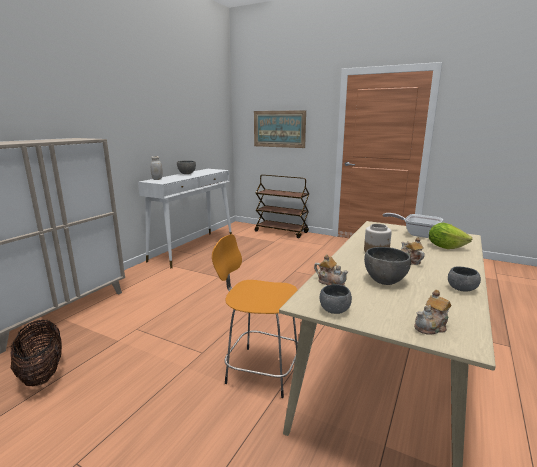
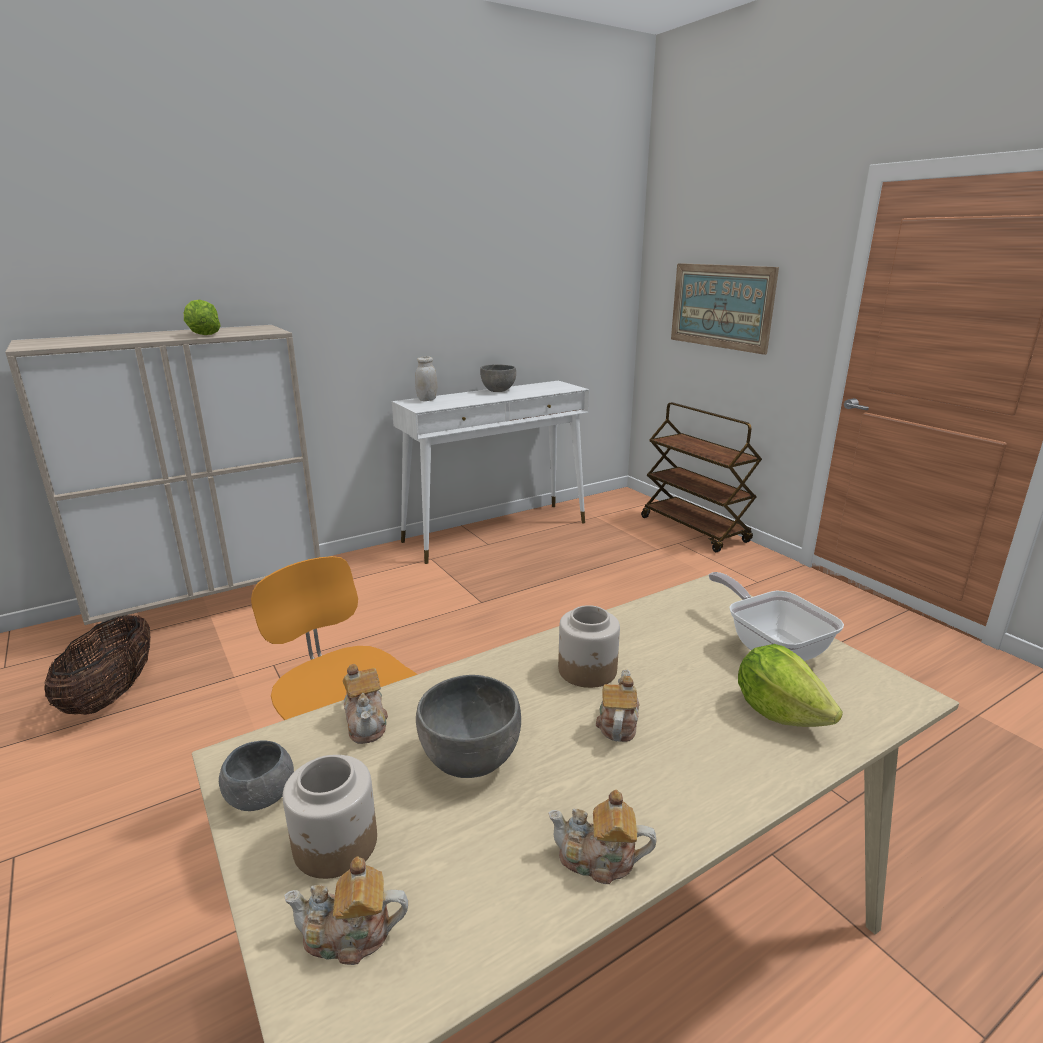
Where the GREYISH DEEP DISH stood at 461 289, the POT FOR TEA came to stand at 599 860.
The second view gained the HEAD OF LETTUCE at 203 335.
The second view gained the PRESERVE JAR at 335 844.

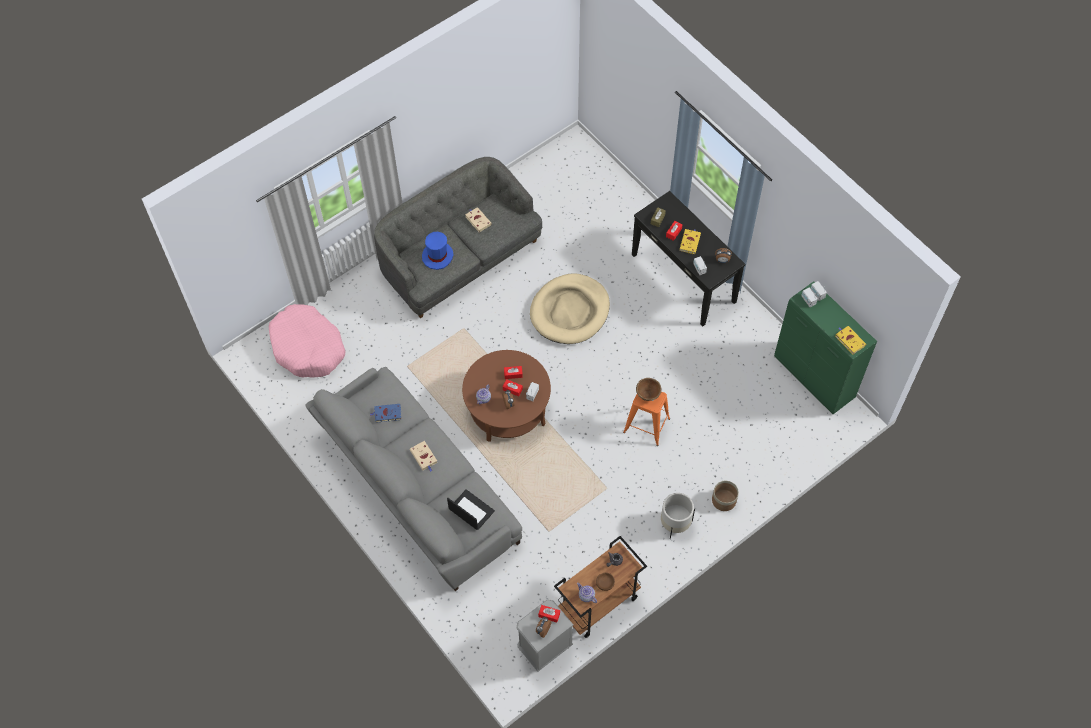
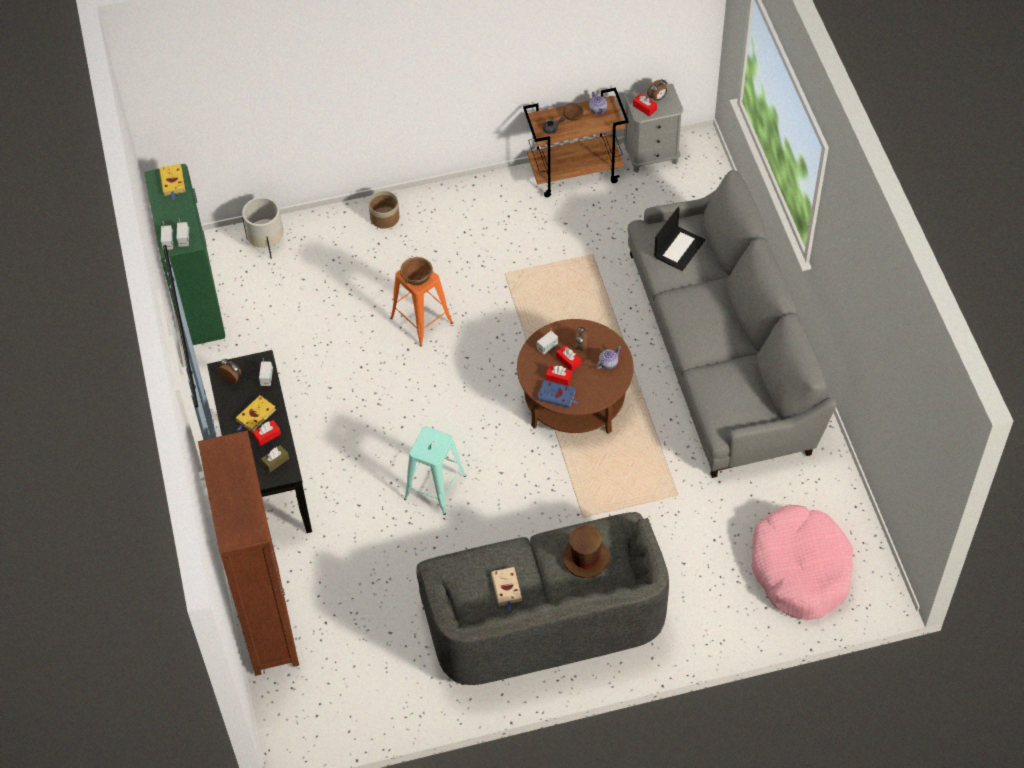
The BLUE-COLOURED BOUND BOOK ended up elsewhere, having gone from 387 414 to 557 396.
The second view lost the BEIGE BOUND BOOK at 424 457.
What was the BLUE-COLOURED CLOTHING HAT at 437 256 turned into the BROWN-COLOURED CLOTHING HAT at 585 558.
The NOTEBOOK COMPUTER at 470 510 ended up facing another way, 120 degrees counterclockwise from before.
Where the BEIGE DOG BED stood at 570 311, the BLUE-GREEN STOOL came to stand at 435 487.
The WHITE-COLOURED PLANTER ended up elsewhere, having gone from 675 523 to 266 242.
The second view gained the BROWN-COLOURED SHELVING UNIT at 266 619.

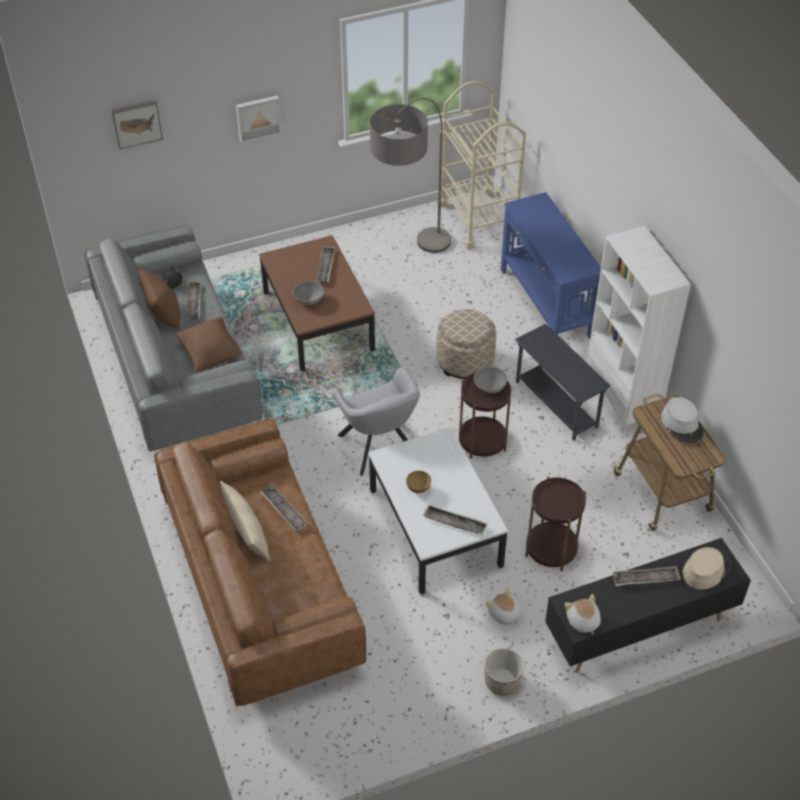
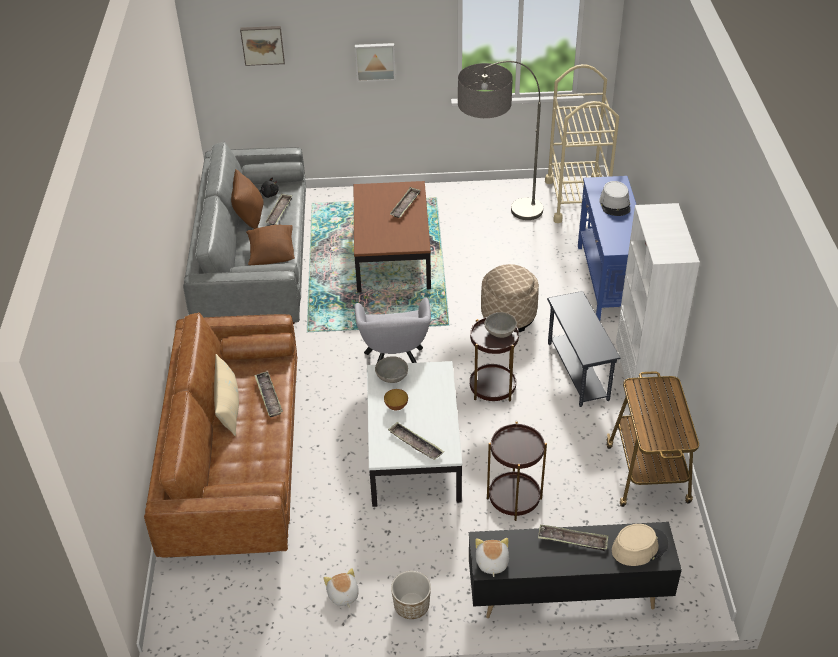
The GREYISH DEEP DISH ended up elsewhere, having gone from 309 300 to 392 377.
The PLUSH TOY ended up elsewhere, having gone from 504 614 to 342 595.
The GREYISH CLOTHING HAT ended up elsewhere, having gone from 682 424 to 615 204.

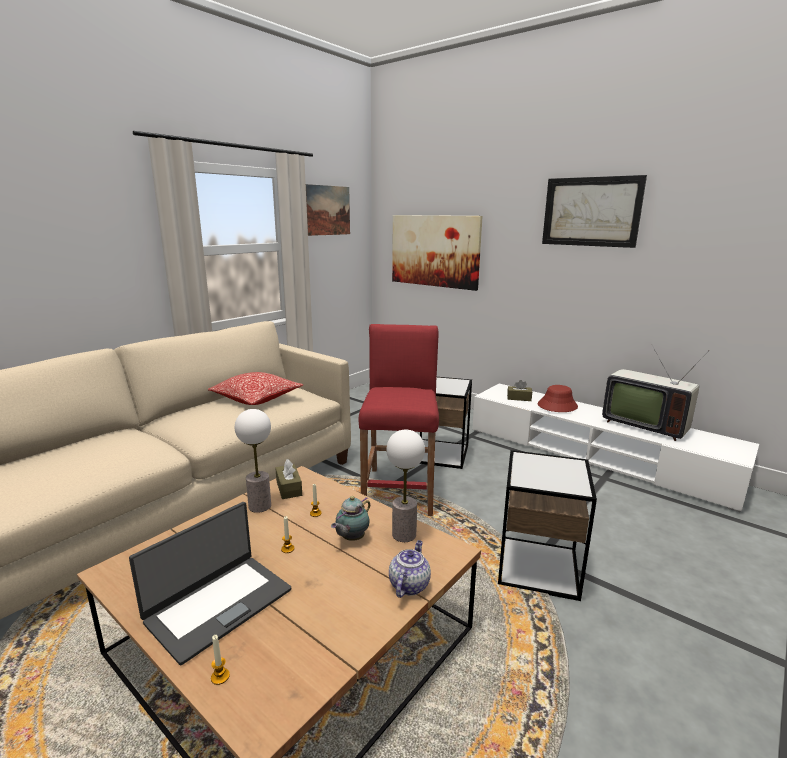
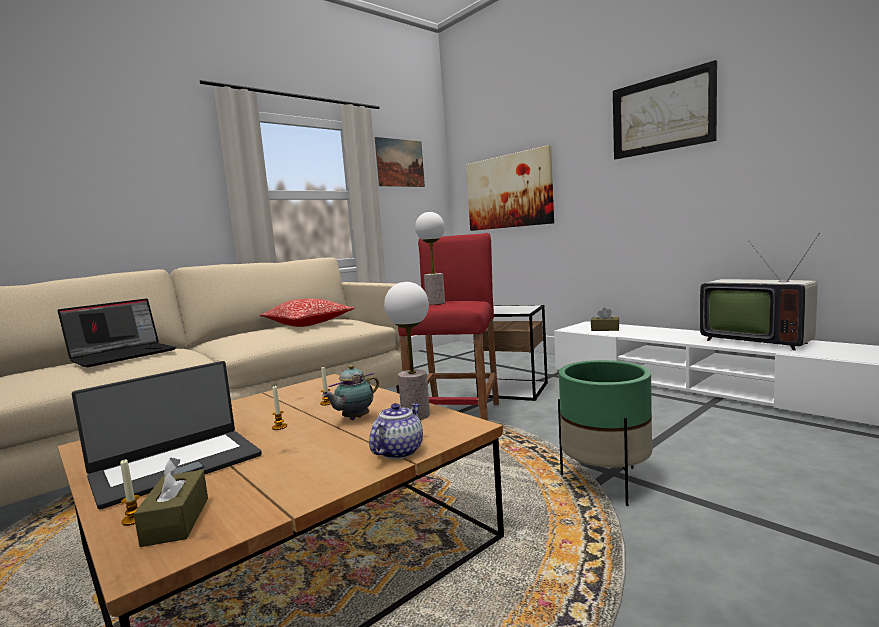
The TABLETOP LAMP ended up elsewhere, having gone from 260 506 to 435 303.
The BROWN-COLOURED BOX OF TISSUES ended up elsewhere, having gone from 289 488 to 176 521.
Where the ACCENT TABLE stood at 538 567, the GREEN PLANTER came to stand at 606 482.
The second view lost the RED CLOTHING HAT at 557 406.
The second view gained the NOTEBOOK COMPUTER at 124 355.

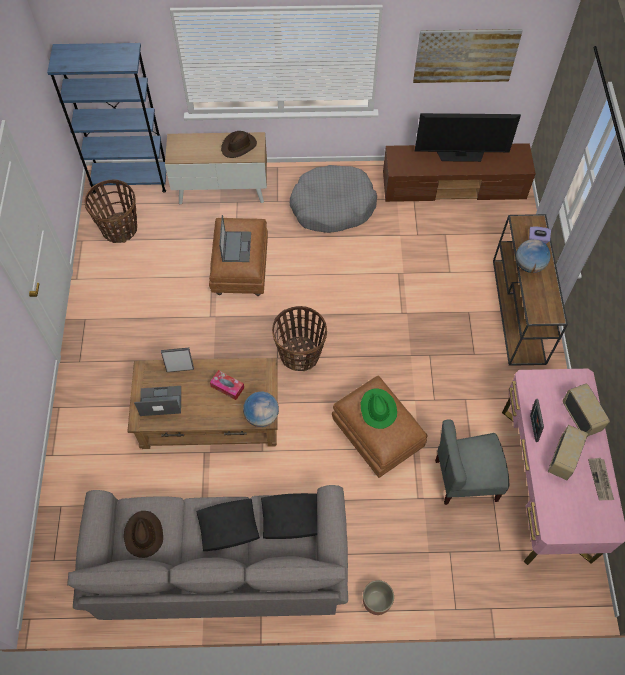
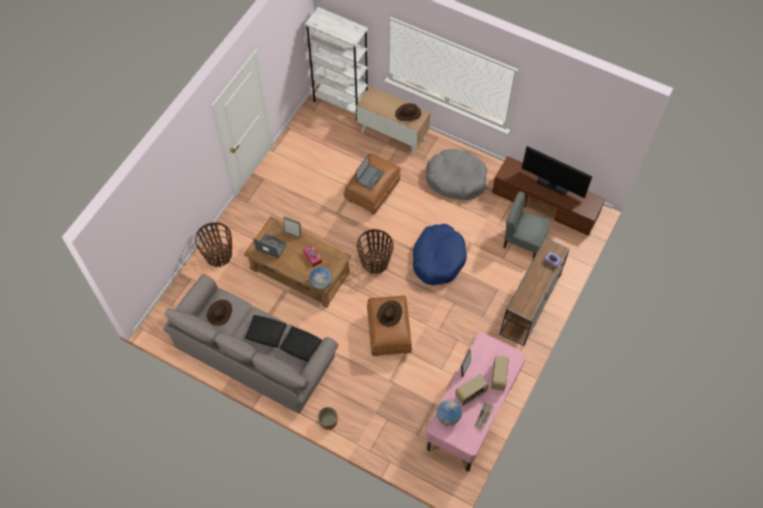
What was the BLUE-COLOURED SHELVING UNIT at 130 180 turned into the WHITE-COLOURED SHELVING UNIT at 340 103.
The STORAGE BASKET ended up elsewhere, having gone from 120 229 to 218 255.
What was the GREEN CLOTHING HAT at 377 409 turned into the BROWN-COLOURED CLOTHING HAT at 389 314.
The second view lost the WALL ART at 465 55.
The GREYISH CHAIR ended up elsewhere, having gone from 465 479 to 523 242.
The DESK GLOBE ended up elsewhere, having gone from 529 265 to 448 416.
The second view gained the BLUE-COLOURED DOG BED at 438 258.

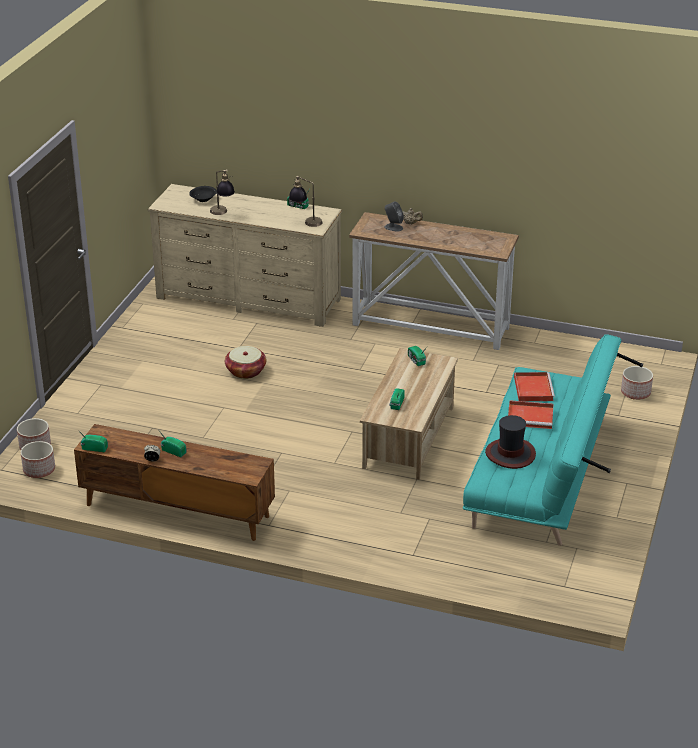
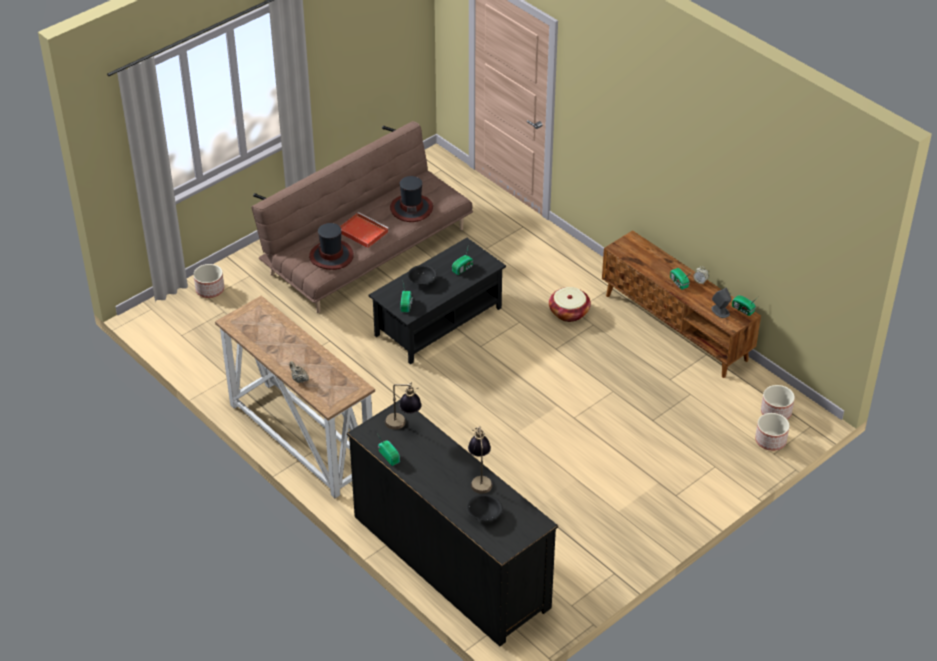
What was the BEIGE DRESSER at 248 299 turned into the BLACKISH DRESSER at 450 561.
The STORAGE BASKET ended up elsewhere, having gone from 245 371 to 569 312.
What was the BEIGE LOW TABLE at 409 437 turned into the BLACKISH LOW TABLE at 438 321.
The GREYISH LOUDSPEAKER ended up elsewhere, having gone from 393 227 to 720 311.
What was the BLUE-GREEN SOFA at 541 472 turned into the BROWN-COLOURED SOFA at 366 252.
Where the RED SERVING TRAY stood at 533 388, the CLOTHING HAT came to stand at 331 256.
The second view gained the BLACKISH DEEP DISH at 422 281.

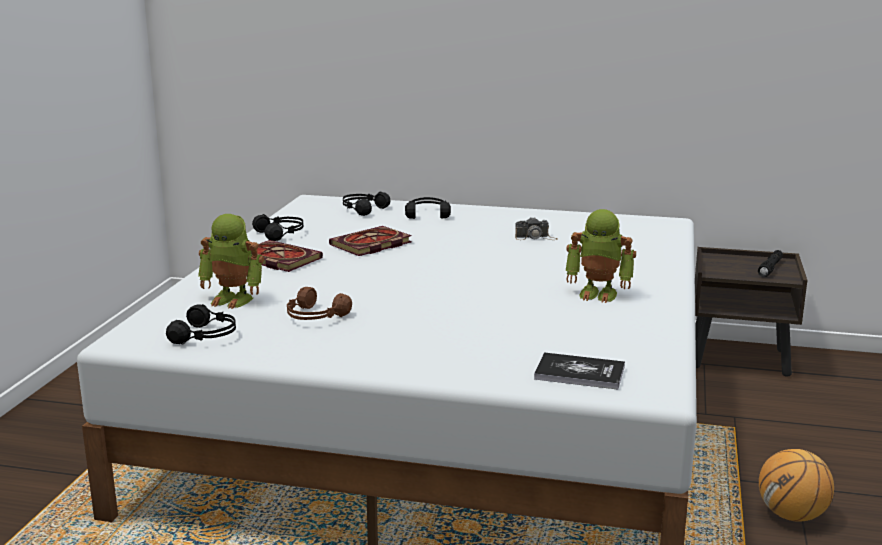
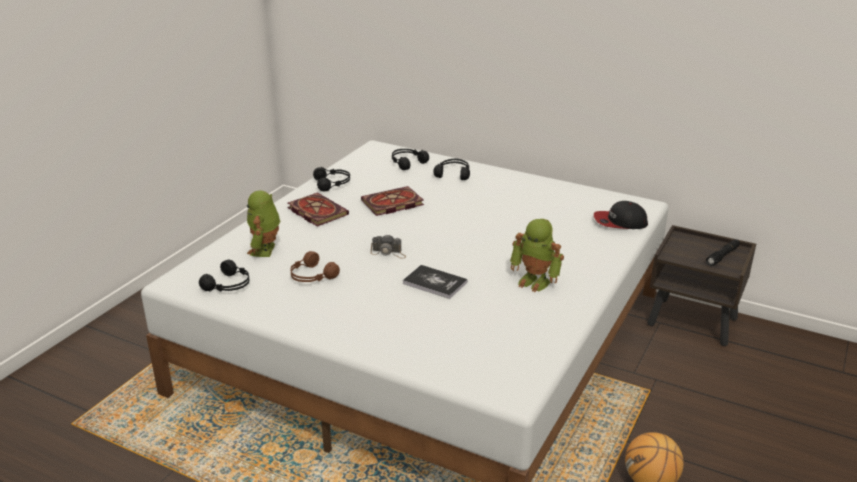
The TOY ROBOT at 234 299 ended up facing another way, 60 degrees clockwise from before.
The PHOTO CAMERA ended up elsewhere, having gone from 535 237 to 388 253.
The BOUND BOOK ended up elsewhere, having gone from 579 373 to 435 283.
The second view gained the PEAKED CAP at 619 222.

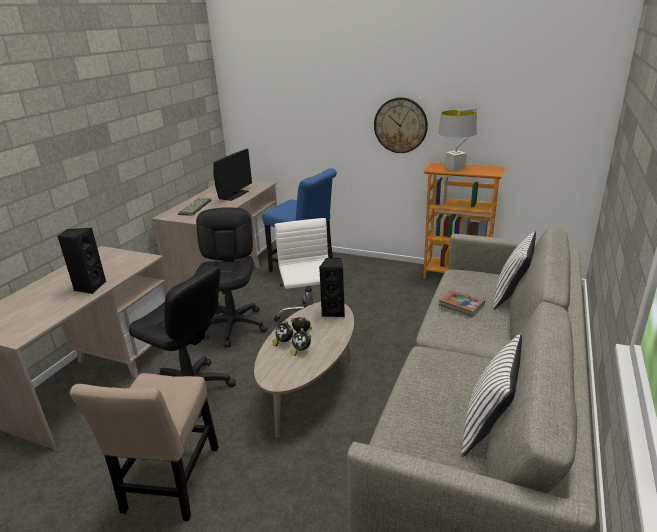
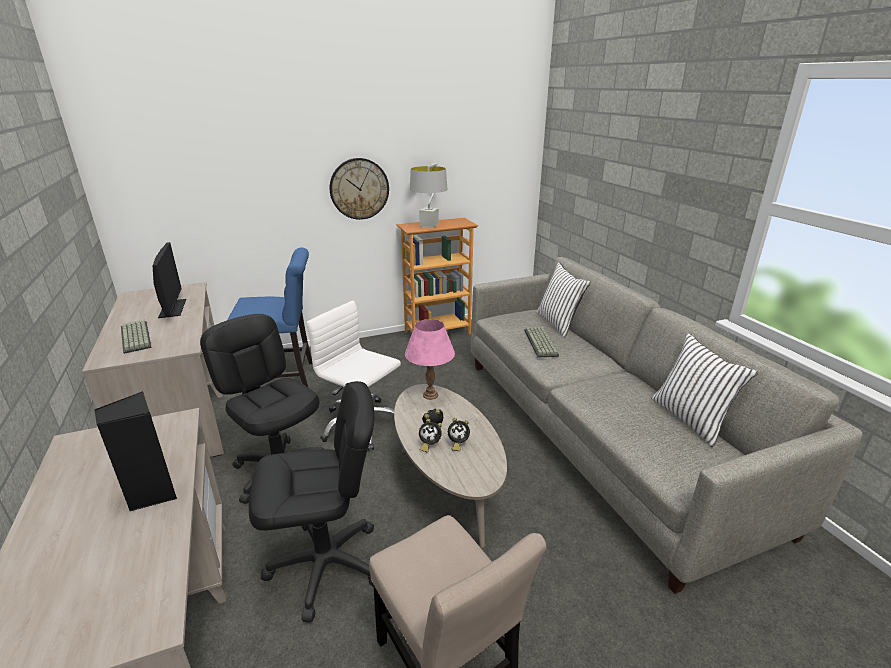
Where the BLACKISH LOUDSPEAKER stood at 334 311, the PINKISH TABLETOP LAMP came to stand at 430 395.
Where the BOUND BOOK stood at 461 305, the PC KEYBOARD came to stand at 541 343.

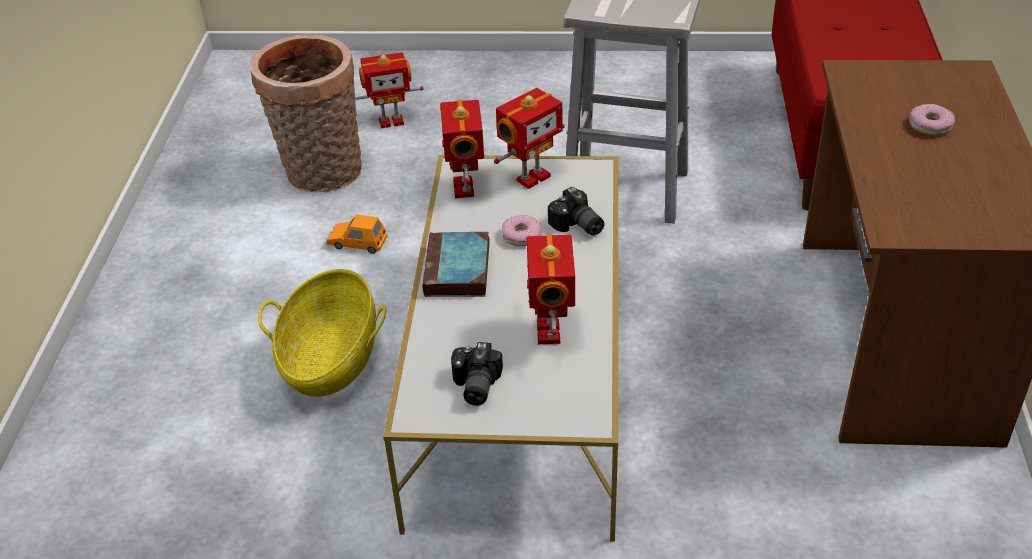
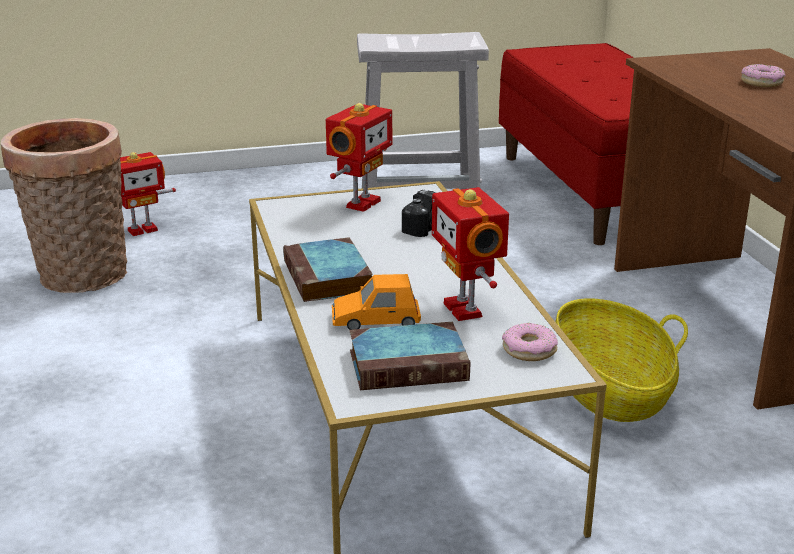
The STORAGE BASKET ended up elsewhere, having gone from 330 358 to 609 391.
The ORANGEY MODEL CAR ended up elsewhere, having gone from 357 242 to 375 320.
The second view lost the TOY ROBOT at 466 188.
Where the PHOTO CAMERA stood at 474 386, the BOUND BOOK came to stand at 410 364.
The DOUGHNUT ended up elsewhere, having gone from 522 236 to 529 350.

